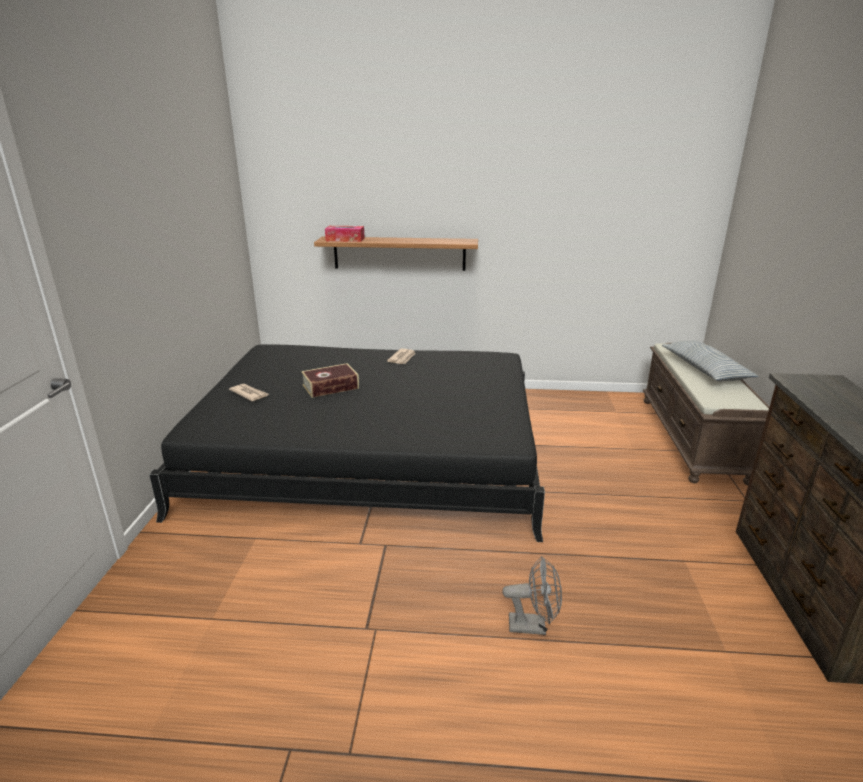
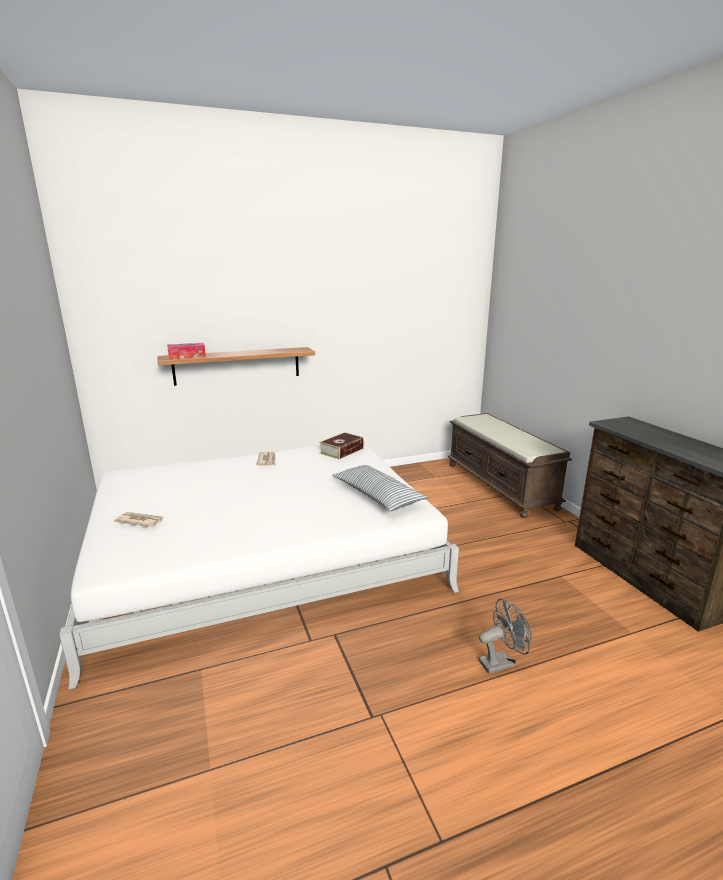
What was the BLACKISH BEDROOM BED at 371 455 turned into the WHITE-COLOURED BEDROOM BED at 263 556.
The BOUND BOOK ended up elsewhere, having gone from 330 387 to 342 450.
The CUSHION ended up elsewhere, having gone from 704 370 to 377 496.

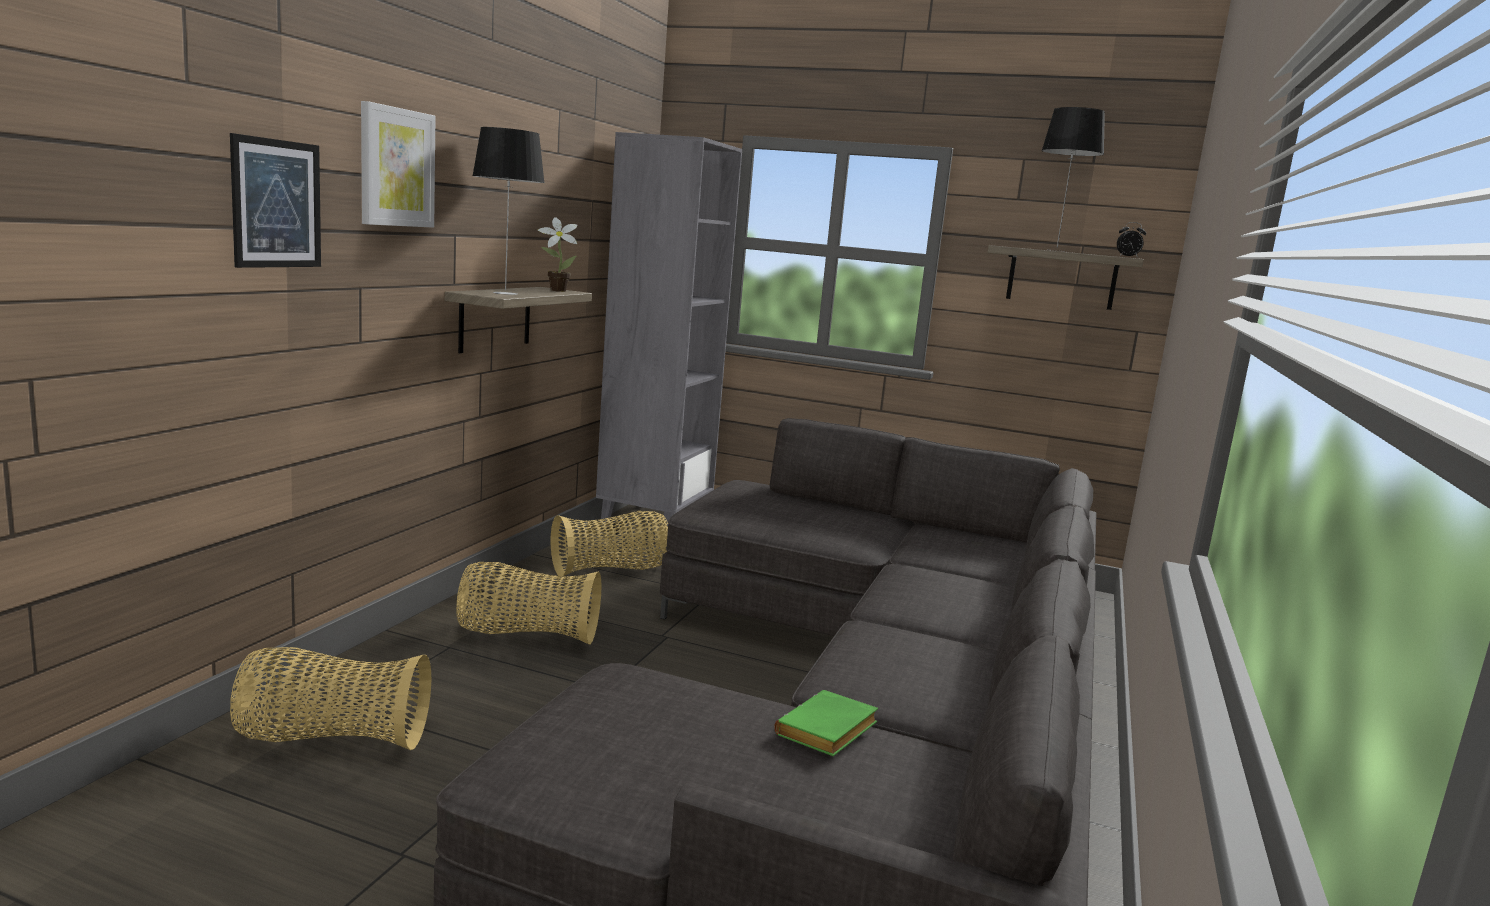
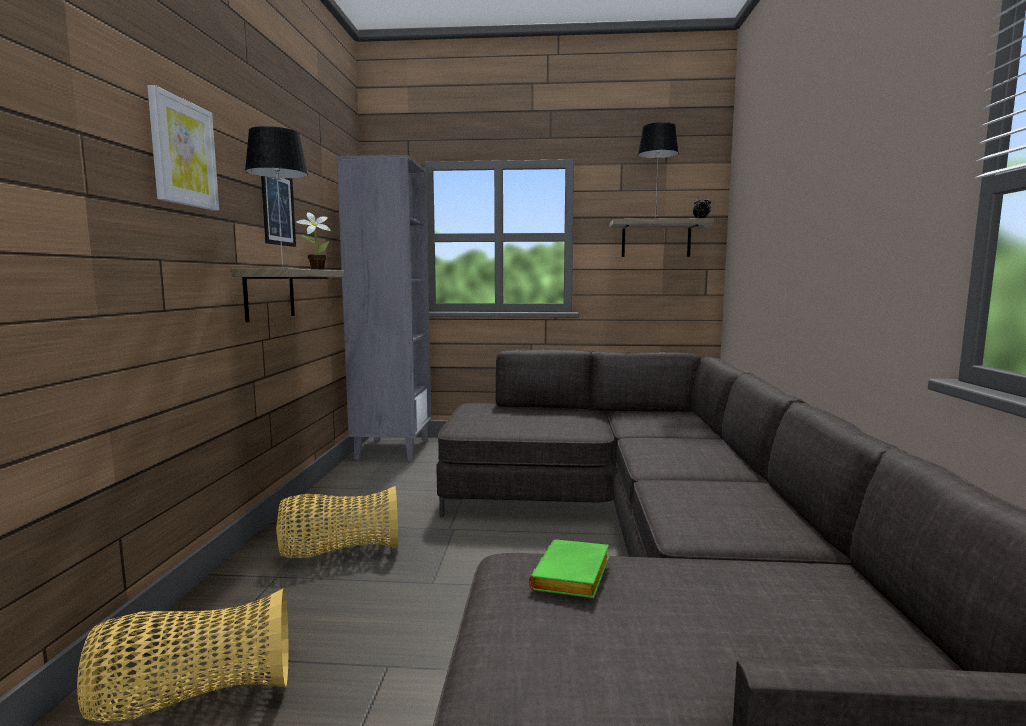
The WALL ART ended up elsewhere, having gone from 277 204 to 278 208.
The second view lost the STORAGE BASKET at 611 570.
The GREEN BOUND BOOK ended up elsewhere, having gone from 827 733 to 573 577.

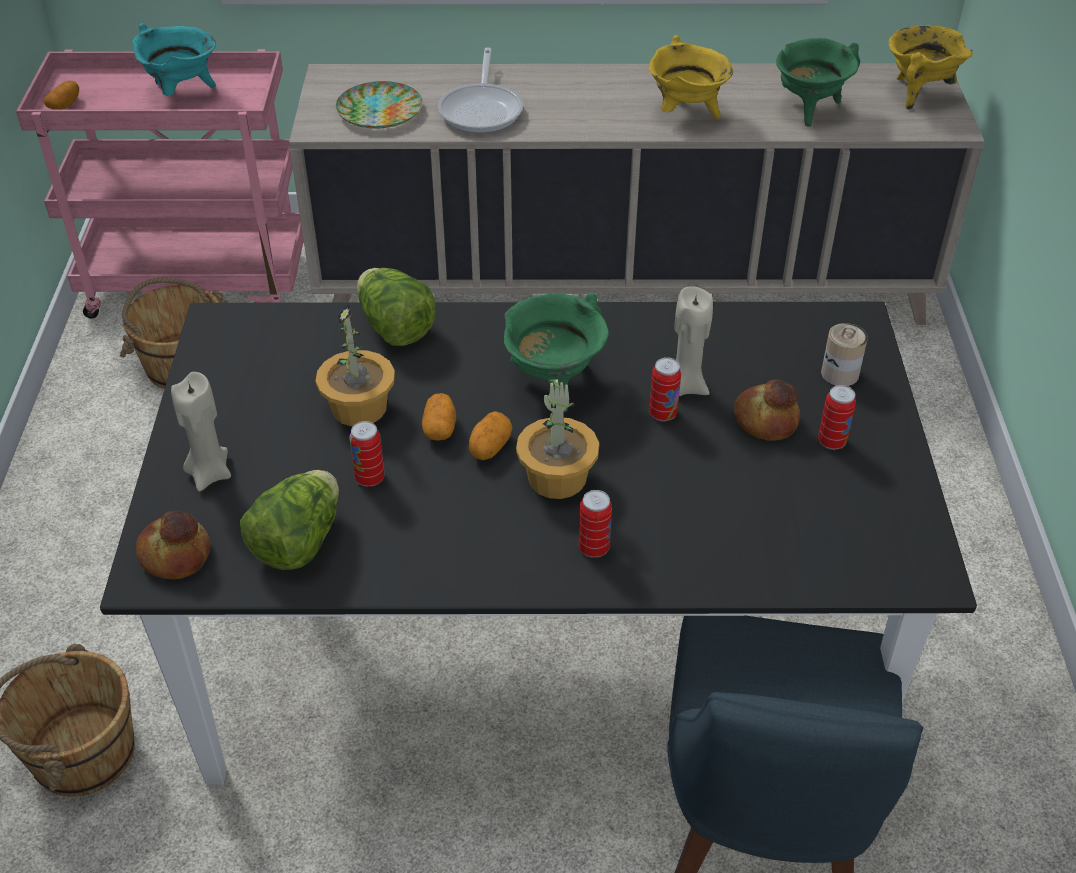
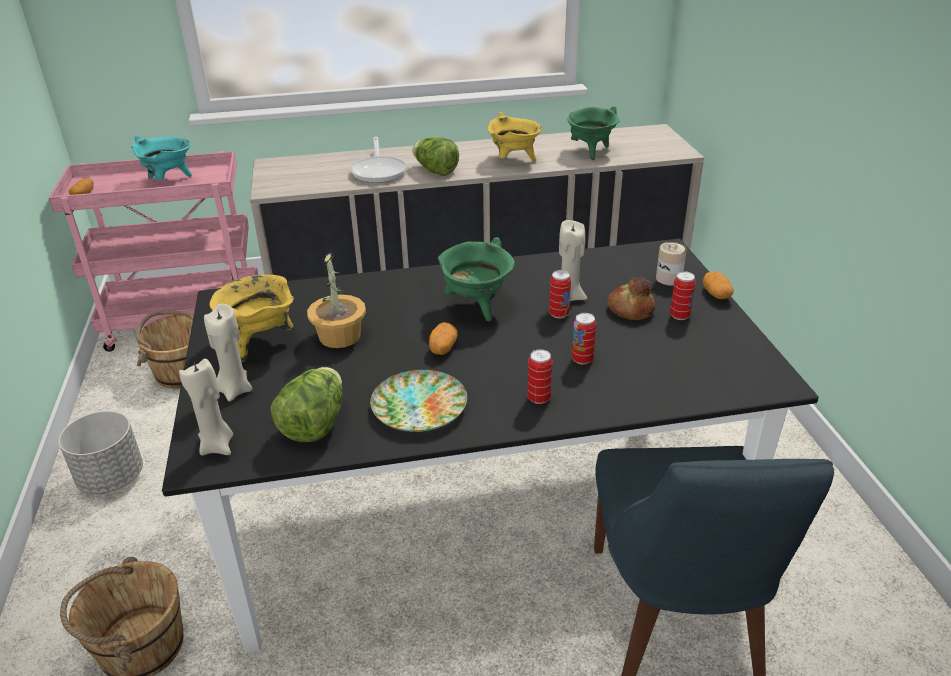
Where the BAKERY BREAD stood at 174 555, the BEIGE WAX CANDLE came to stand at 217 446.
The PLATE ended up elsewhere, having gone from 379 111 to 418 406.
The METAL CAN ended up elsewhere, having gone from 370 478 to 582 359.
The HEAD OF LETTUCE ended up elsewhere, having gone from 395 328 to 435 171.
The WHOLE POTATO ended up elsewhere, having gone from 440 428 to 716 294.
The second view lost the HOUSEPLANT at 557 478.
The YELLOW COOKING POT ended up elsewhere, having gone from 918 94 to 261 342.
The second view gained the GREYISH PLANTER at 111 478.

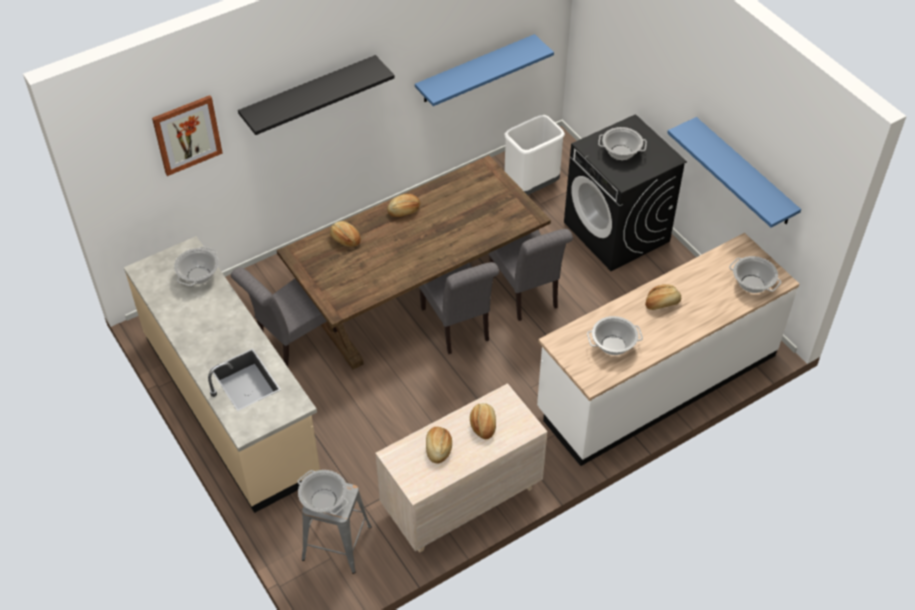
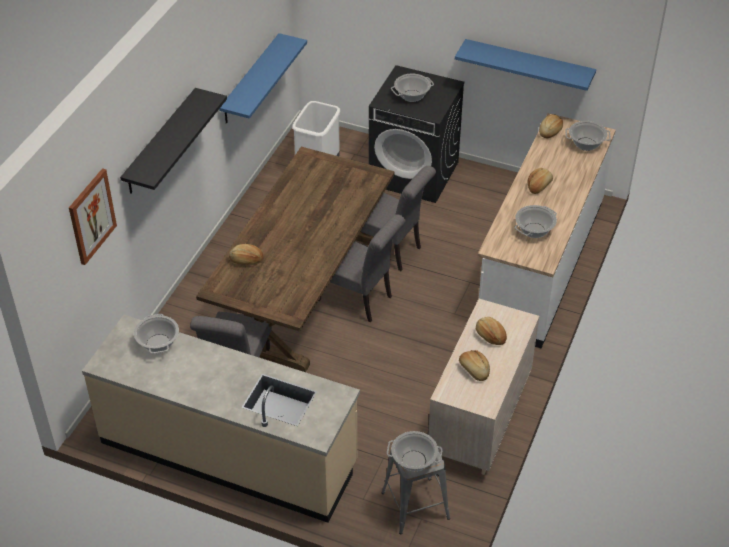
The BAKERY BREAD ended up elsewhere, having gone from 404 210 to 550 131.

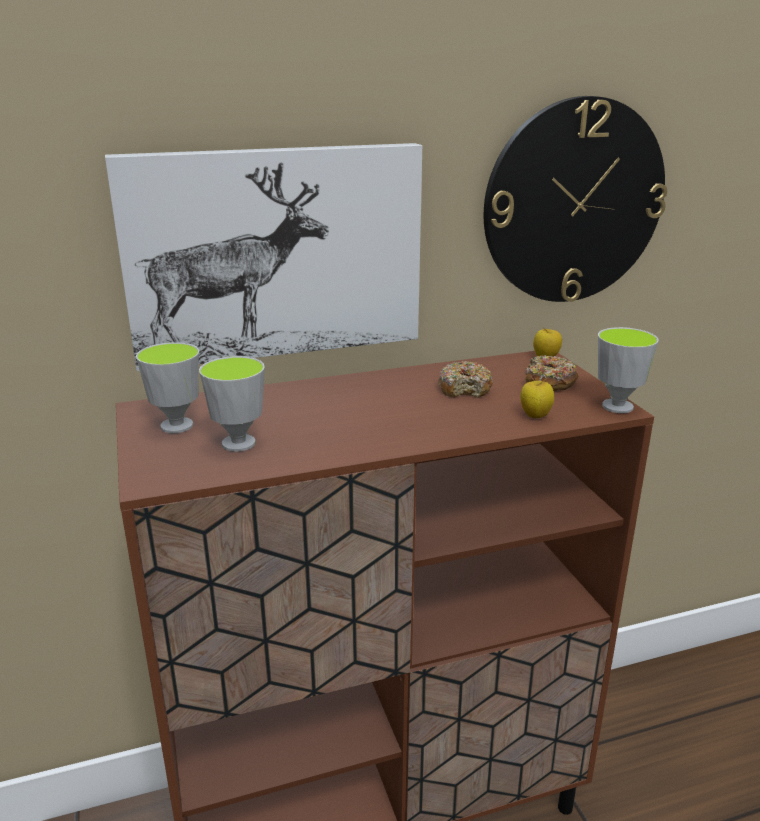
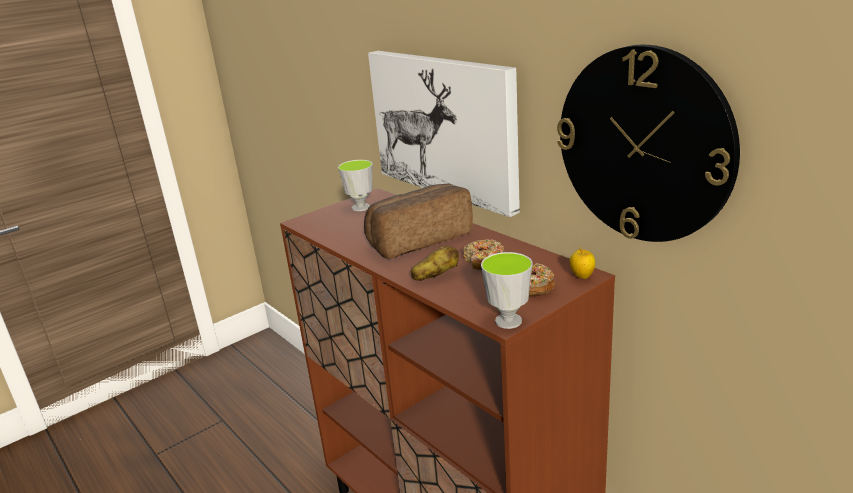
The second view lost the DRINKING CUP at 238 443.
The second view lost the APPLE at 535 416.
The second view gained the BAKERY BREAD at 418 239.
The second view gained the WHOLE POTATO at 435 276.

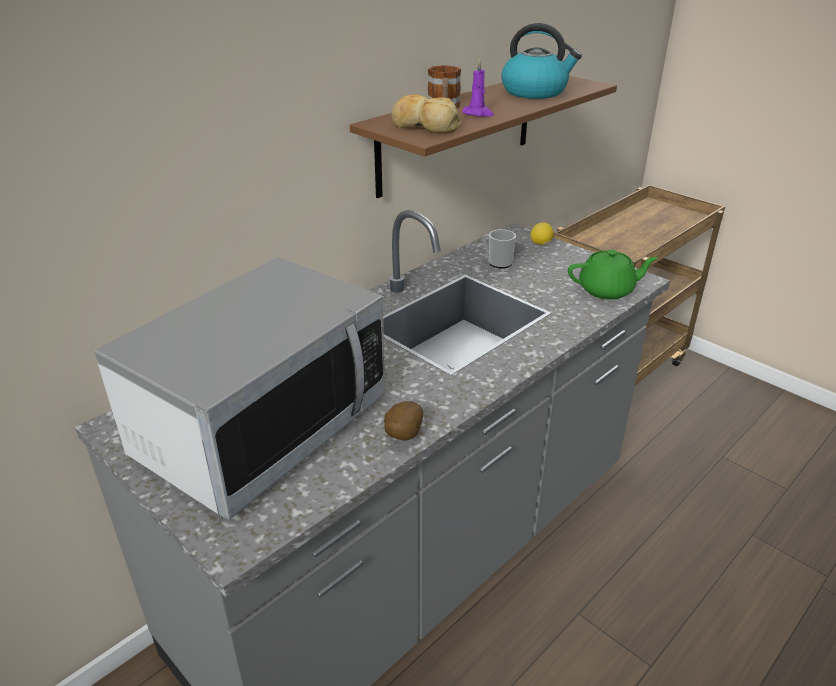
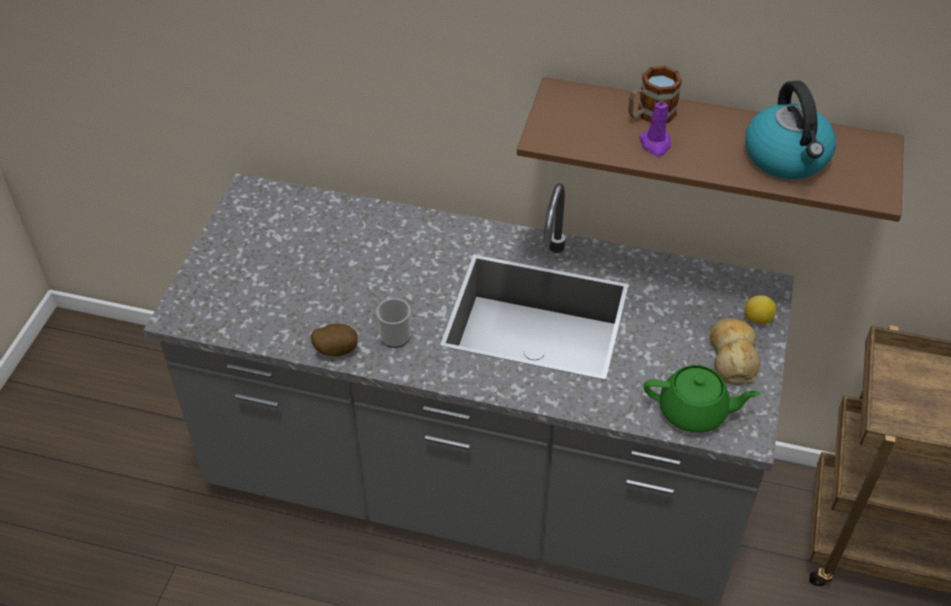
The second view lost the MICROWAVE OVEN at 262 427.
The BAKERY BREAD ended up elsewhere, having gone from 425 126 to 732 356.
The TEA MUG ended up elsewhere, having gone from 497 262 to 394 333.
The GREEN POT FOR TEA at 607 290 ended up facing another way, 45 degrees counterclockwise from before.

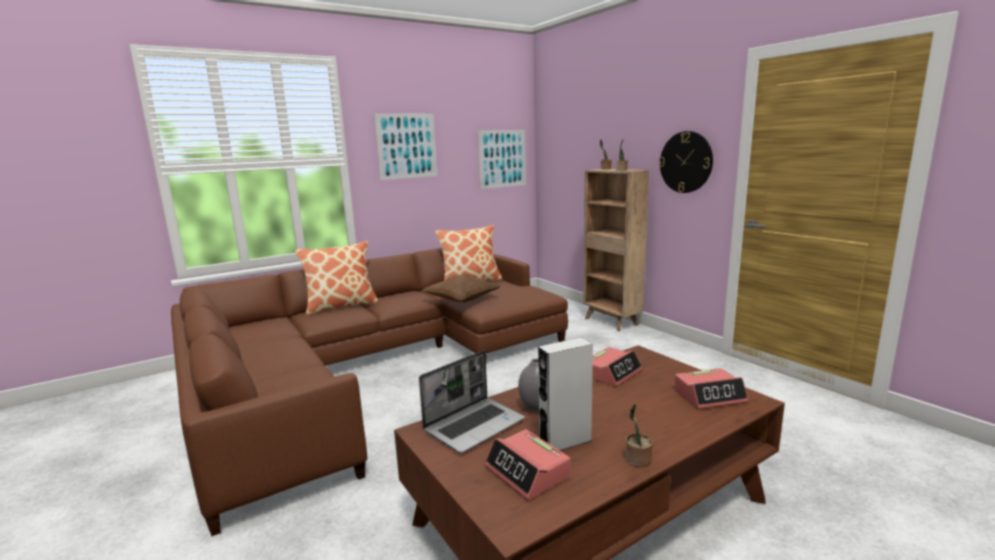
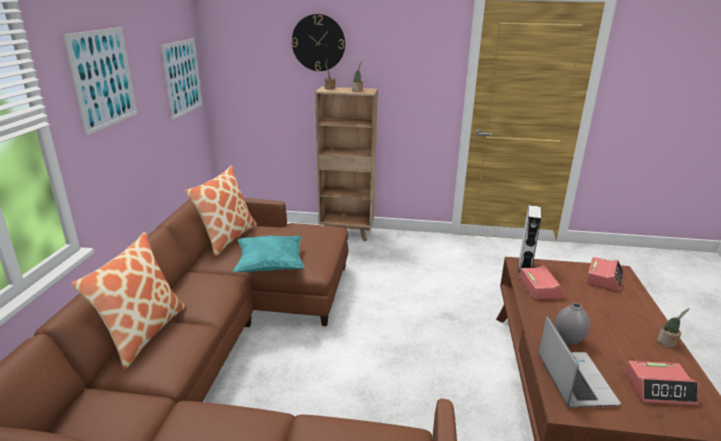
What was the BROWN-COLOURED CUSHION at 461 301 turned into the BLUE-GREEN CUSHION at 270 266.
The GREYISH LOUDSPEAKER ended up elsewhere, having gone from 565 442 to 524 267.
The HANGING CLOCK ended up elsewhere, having gone from 686 162 to 318 43.

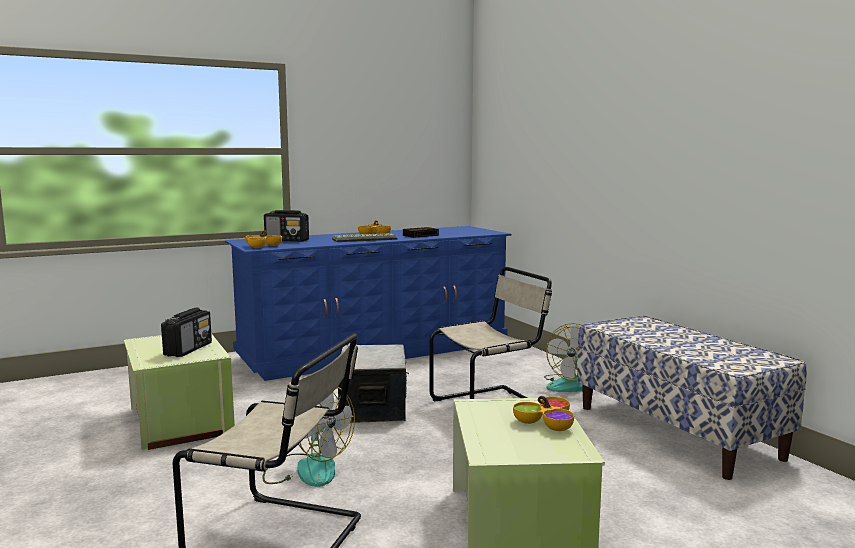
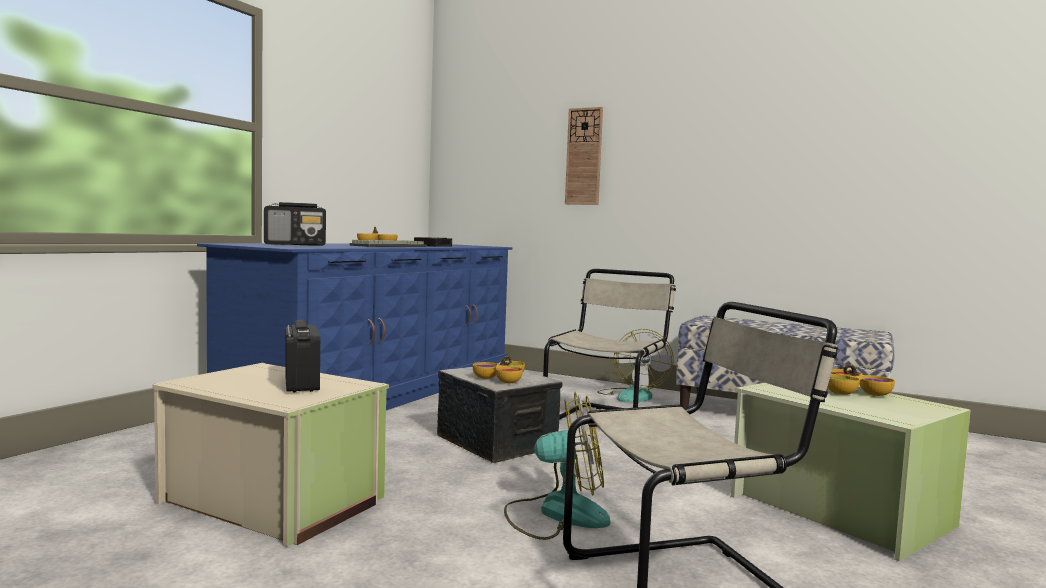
What was the GREEN STORAGE CONTAINER at 178 421 turned into the BEIGE STORAGE CONTAINER at 271 502.
The DEEP DISH ended up elsewhere, having gone from 261 246 to 501 379.
The second view gained the HANGING CLOCK at 584 156.

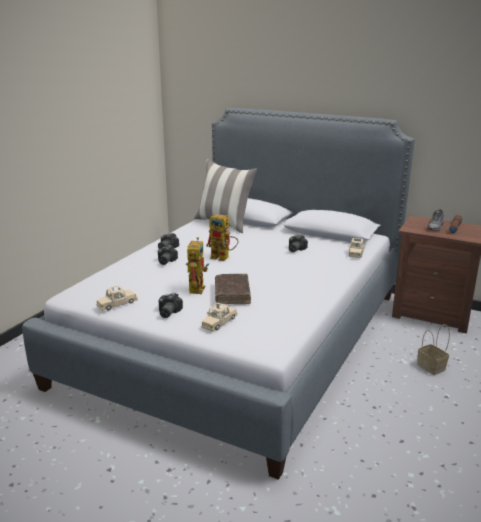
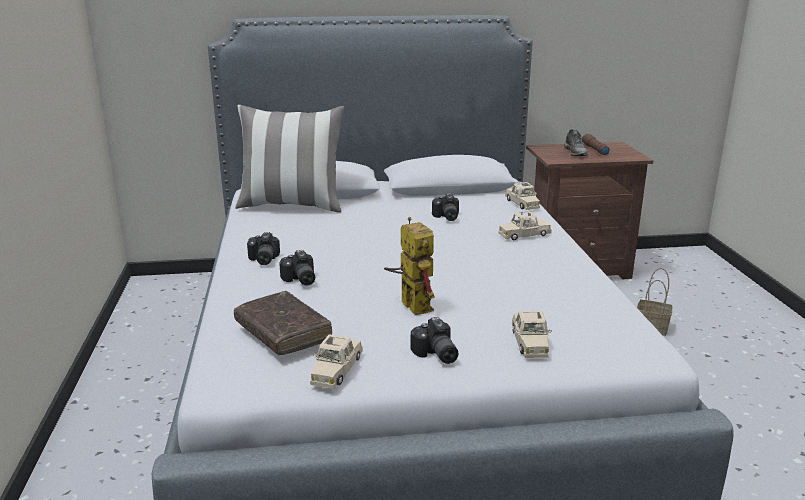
The second view lost the TOY ROBOT at 224 258.
The BROWN-COLOURED BOUND BOOK ended up elsewhere, having gone from 232 294 to 283 332.
The second view gained the BEIGE MODEL CAR at 524 235.

